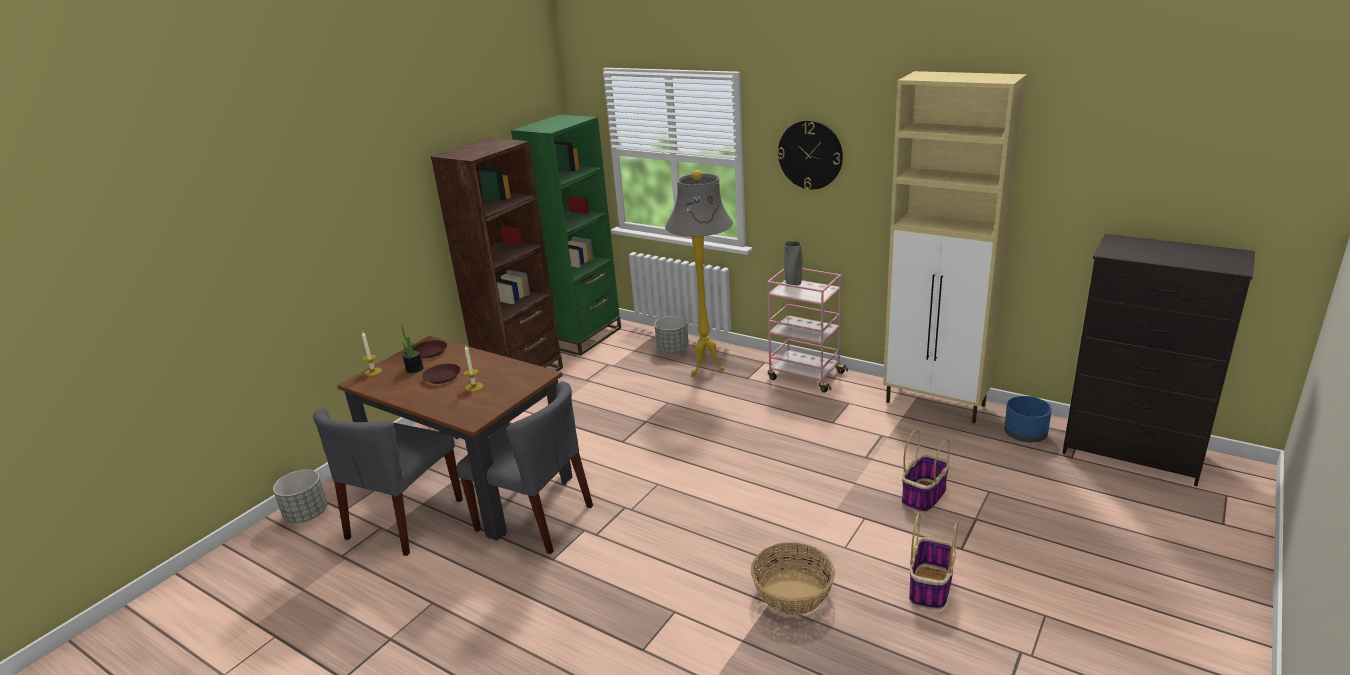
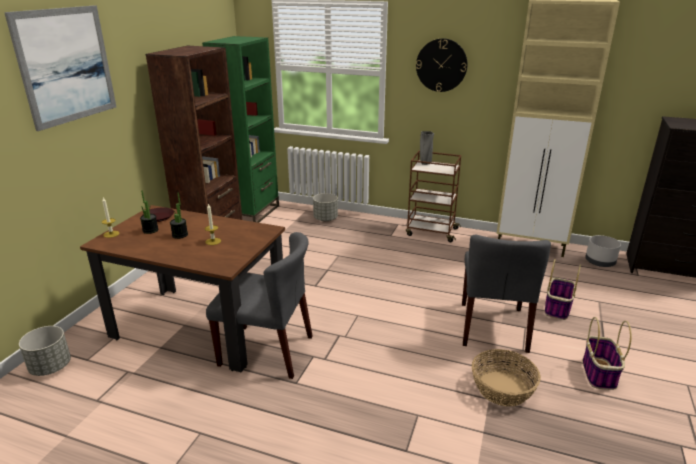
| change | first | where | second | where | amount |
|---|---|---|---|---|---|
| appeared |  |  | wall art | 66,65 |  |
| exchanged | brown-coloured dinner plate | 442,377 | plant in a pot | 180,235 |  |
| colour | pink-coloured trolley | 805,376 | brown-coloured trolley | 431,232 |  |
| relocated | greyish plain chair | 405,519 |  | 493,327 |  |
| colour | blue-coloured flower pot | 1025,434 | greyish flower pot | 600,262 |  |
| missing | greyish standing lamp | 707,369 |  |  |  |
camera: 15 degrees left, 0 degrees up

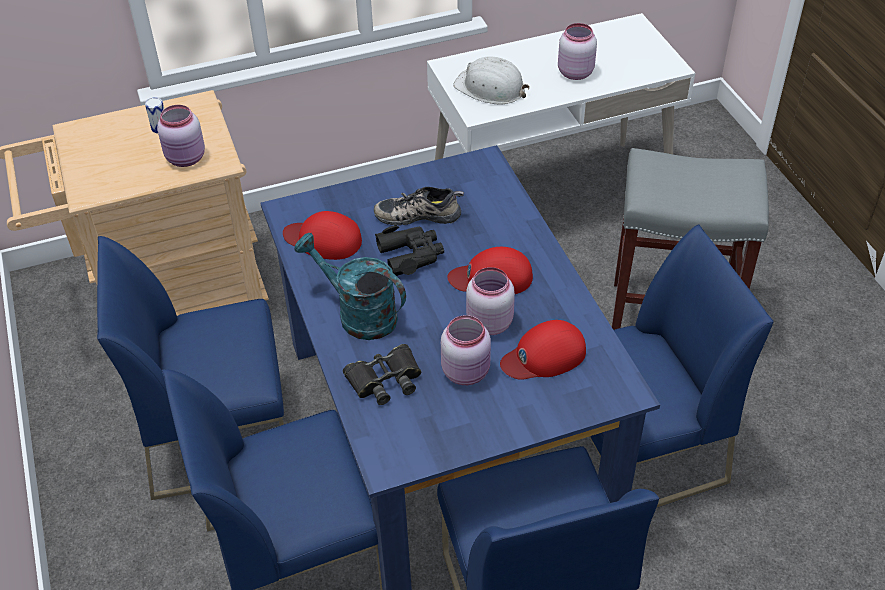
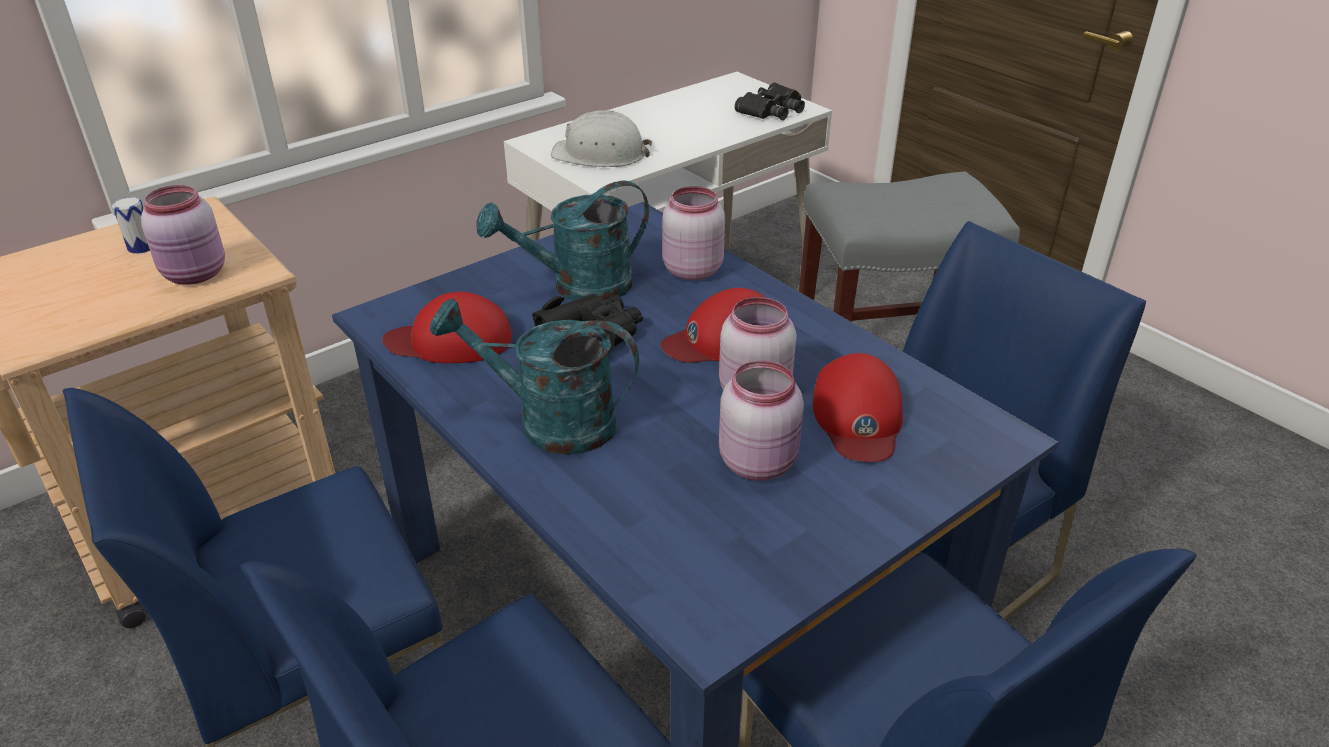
| change | first | where | second | where | amount |
|---|---|---|---|---|---|
| exchanged | shoe | 419,214 | turquoise-coloured watering pot | 578,287 |  |
| relocated | pink-coloured storage jar | 574,72 |  | 691,270 |  |
| relocated | black binoculars | 385,379 |  | 771,110 |  |
| spun | reddish peaked cap | 544,356 |  | 858,417 | 45 degrees counterclockwise |
camera: 20 degrees left, 10 degrees down

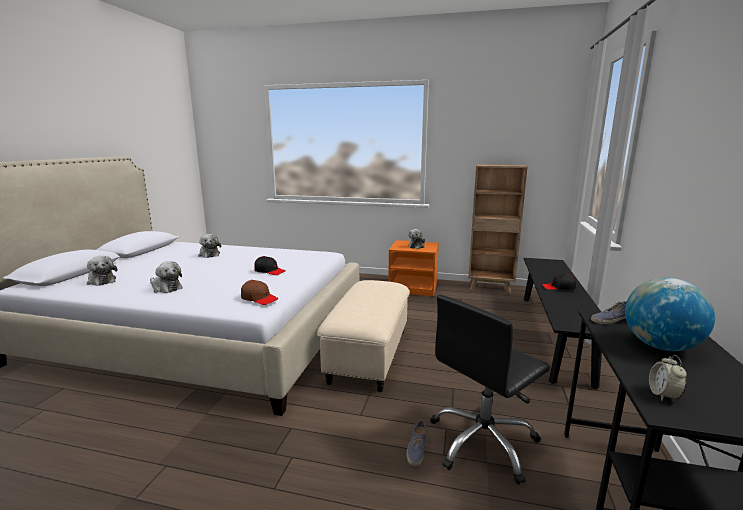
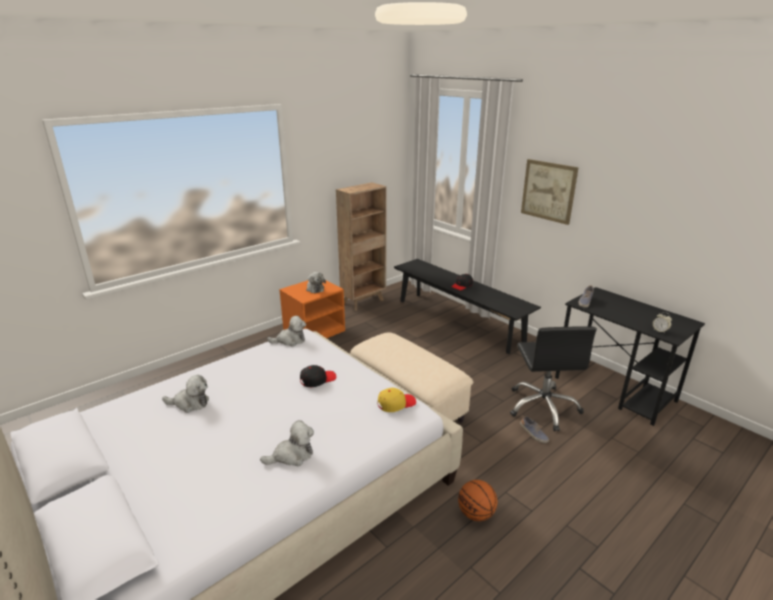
| change | first | where | second | where | amount |
|---|---|---|---|---|---|
| relocated | plush toy | 101,281 |  | 290,340 |  |
| colour | brown-coloured peaked cap | 259,298 | yellow-coloured peaked cap | 396,403 |  |
| appeared |  |  | ball for basketball | 476,514 |  |
| appeared |  |  | wall art | 548,191 |  |
| missing | desk globe | 660,346 |  |  |  |
camera: 55 degrees left, 10 degrees up

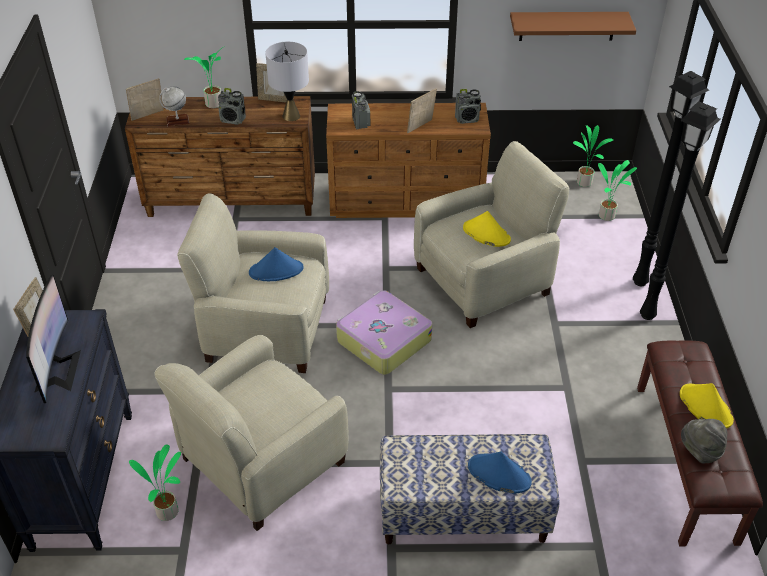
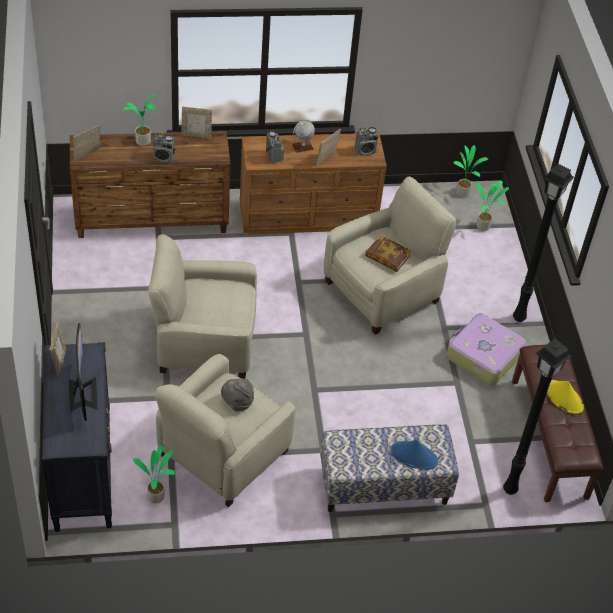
| change | first | where | second | where | amount |
|---|---|---|---|---|---|
| relocated | greyish clothing hat | 699,451 |  | 237,402 |  |
| relocated | desk globe | 177,121 |  | 303,146 |  |
| exchanged | yellow-coloured clothing hat | 486,234 | bound book | 387,256 |  |
| relocated | travel case | 382,340 |  | 483,356 |  |
| relocated | black standing lamp | 641,282 |  | 511,489 |  |
| missing | blue-coloured clothing hat | 276,270 |  |  |  |
| missing | greyish tabletop lamp | 291,116 |  |  |  |
| missing | brown-coloured wall shelf | 567,26 |  |  |  |
camera: 10 degrees left, 5 degrees up

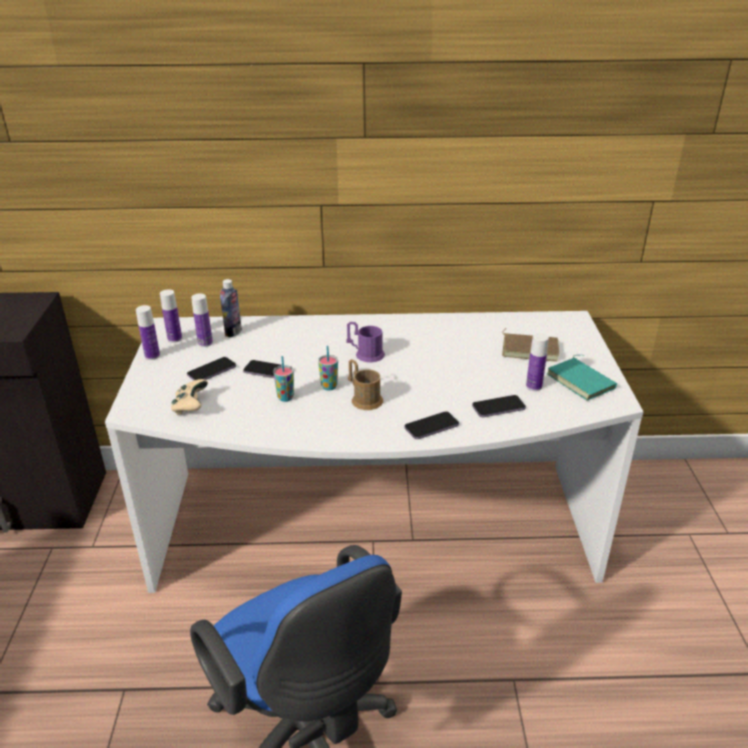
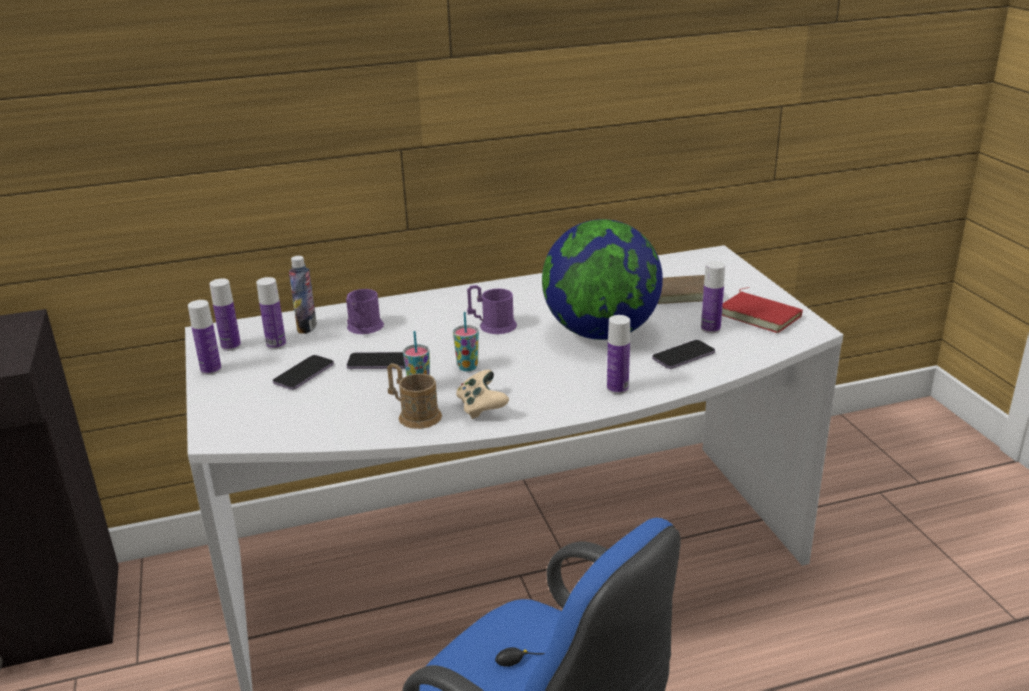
| change | first | where | second | where | amount |
|---|---|---|---|---|---|
| appeared |  |  | purple-coloured mug | 362,328 |  |
| relocated | brown-coloured mug | 363,398 |  | 414,415 |  |
| relocated | sand-coloured game controller | 190,407 |  | 481,407 |  |
| appeared |  |  | desk globe | 600,333 |  |
| exchanged | phone | 431,427 | drink bottle | 617,388 |  |
| colour | turquoise-coloured bound book | 582,381 | reddish bound book | 761,315 |  |
camera: 15 degrees left, 5 degrees down

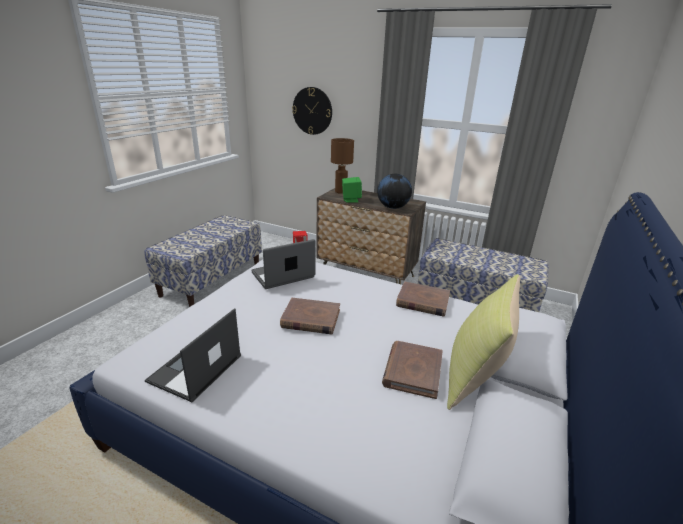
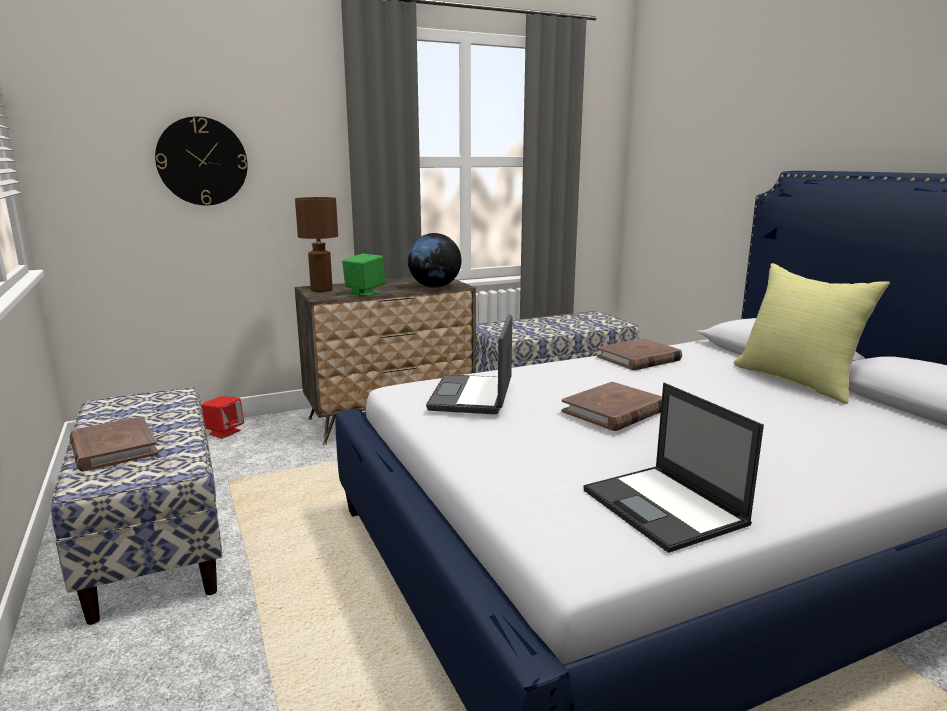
| change | first | where | second | where | amount |
|---|---|---|---|---|---|
| relocated | brown-coloured bound book | 412,371 |  | 113,448 |  |
camera: 50 degrees left, 10 degrees down

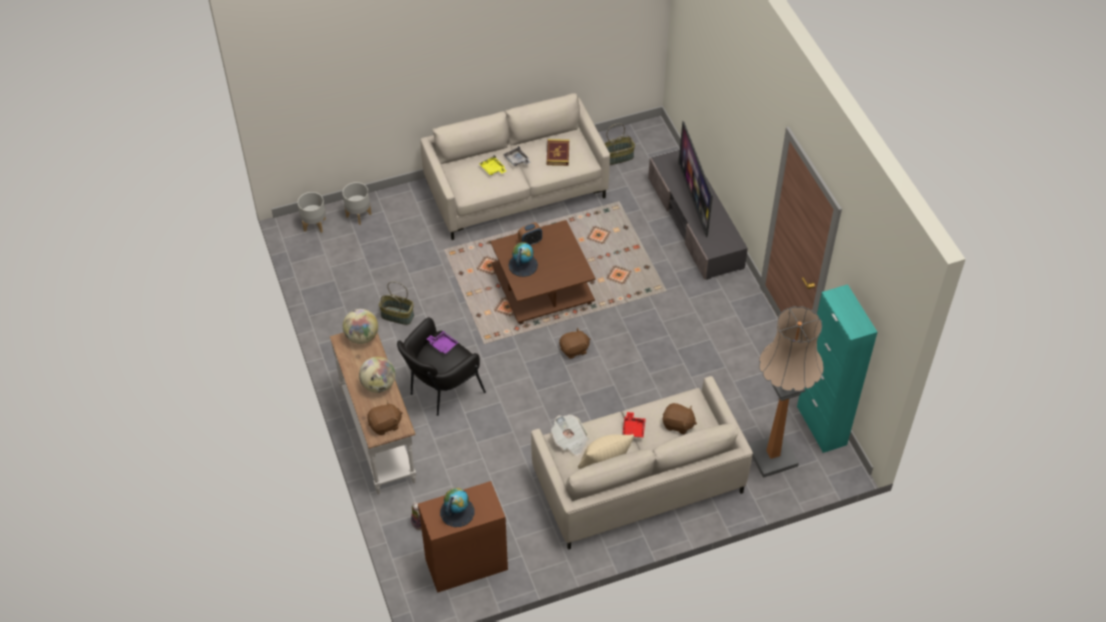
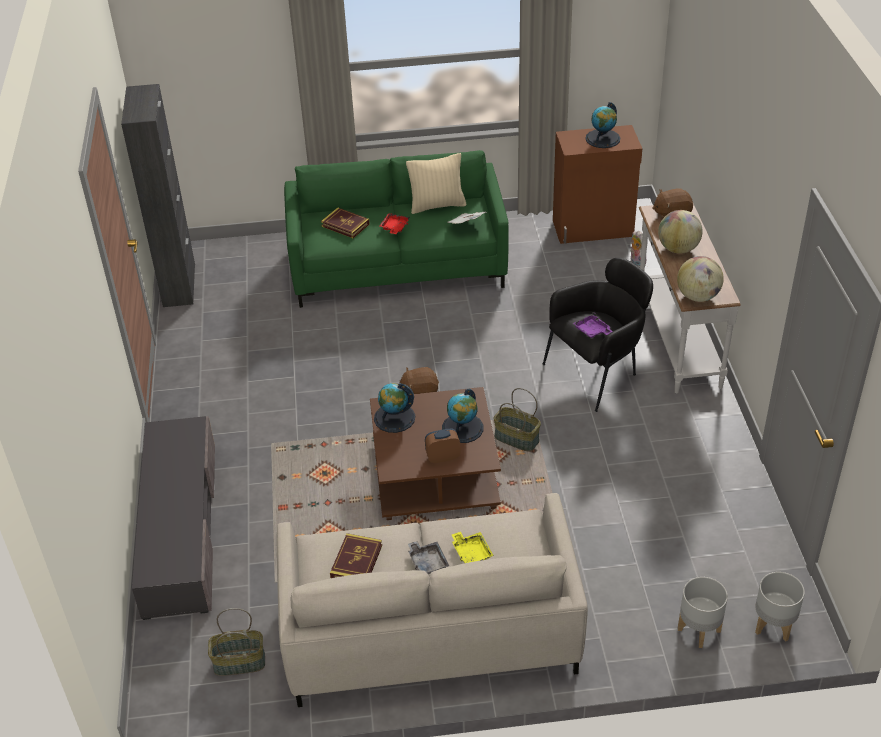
| change | first | where | second | where | amount |
|---|---|---|---|---|---|
| colour | turquoise-coloured storage cabinet | 821,425 | black storage cabinet | 179,285 |  |
| colour | sand-coloured couch | 637,481 | green couch | 398,266 |  |
| exchanged | brown-coloured plush toy | 678,424 | bound book | 345,225 |  |
| appeared |  |  | desk globe | 394,418 |  |
| relocated | storage basket | 398,315 |  | 516,439 |  |
| missing | TV | 694,199 |  |  |  |
| missing | standing lamp | 772,457 |  |  |  |
camera: 165 degrees left, 10 degrees down

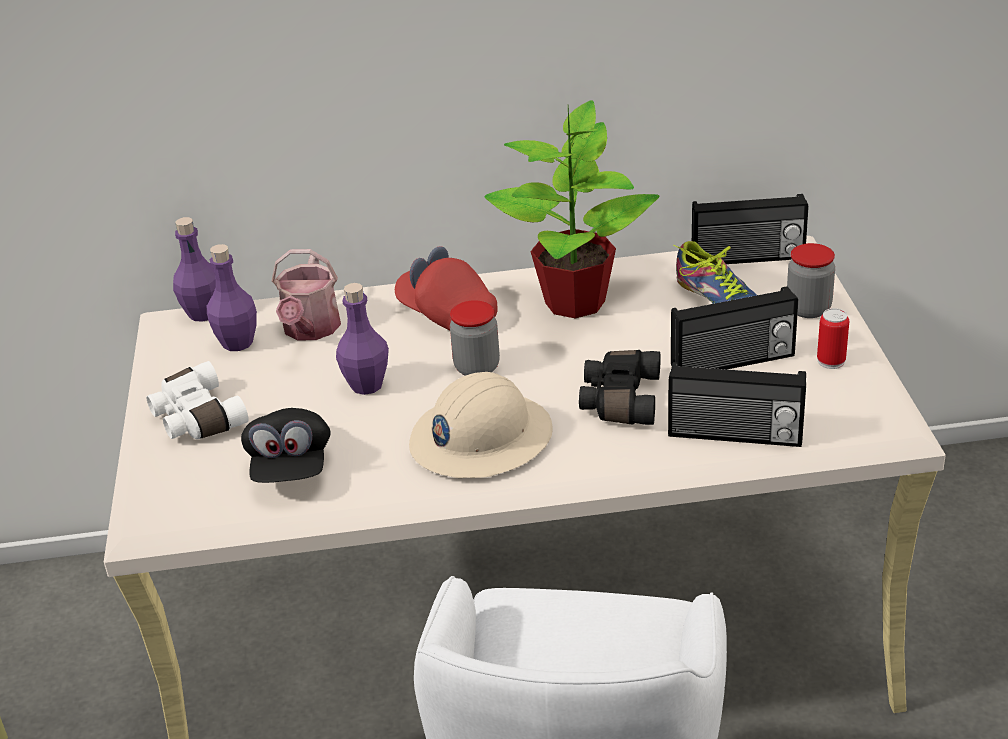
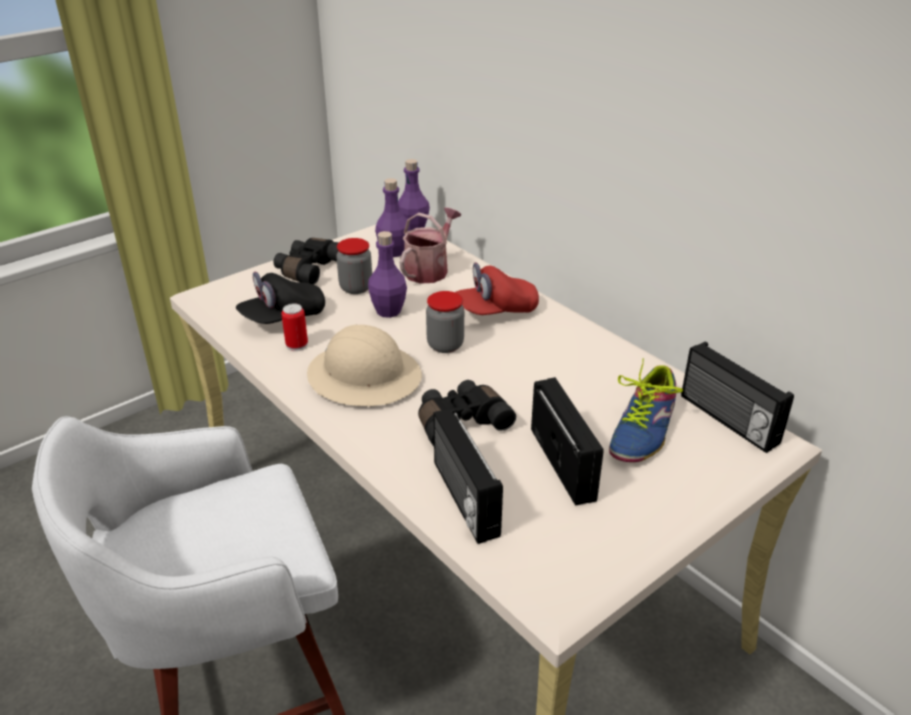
| change | first | where | second | where | amount |
|---|---|---|---|---|---|
| colour | whitish binoculars | 195,418 | black binoculars | 308,269 |  |
| relocated | can | 831,361 |  | 297,345 |  |
| relocated | storage jar | 808,309 |  | 356,288 |  |
| spun | watering pot | 310,330 |  | 429,269 | 150 degrees clockwise |
| spun | reddish peaked cap | 447,315 |  | 495,311 | 120 degrees counterclockwise |
| spun | radio receiver | 733,362 |  | 564,463 | 150 degrees counterclockwise |
| missing | plant in a pot | 575,301 |  |  |  |
camera: 55 degrees right, 0 degrees up

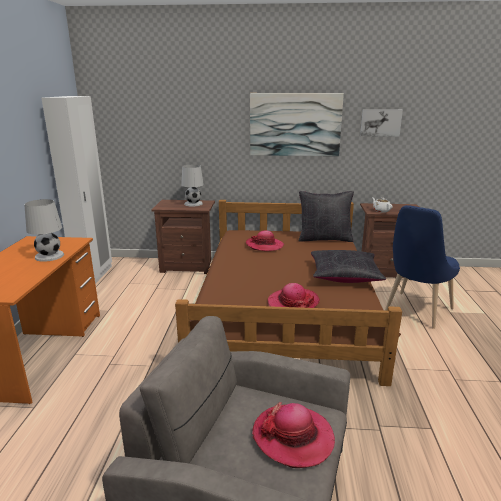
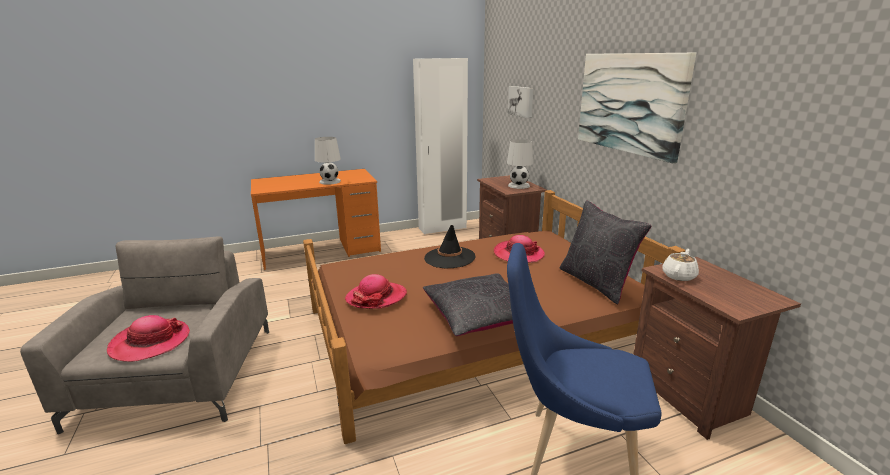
| change | first | where | second | where | amount |
|---|---|---|---|---|---|
| appeared |  |  | black clothing hat | 449,258 |  |
| relocated | wall art | 380,122 |  | 521,101 |  |
camera: 65 degrees right, 0 degrees up

